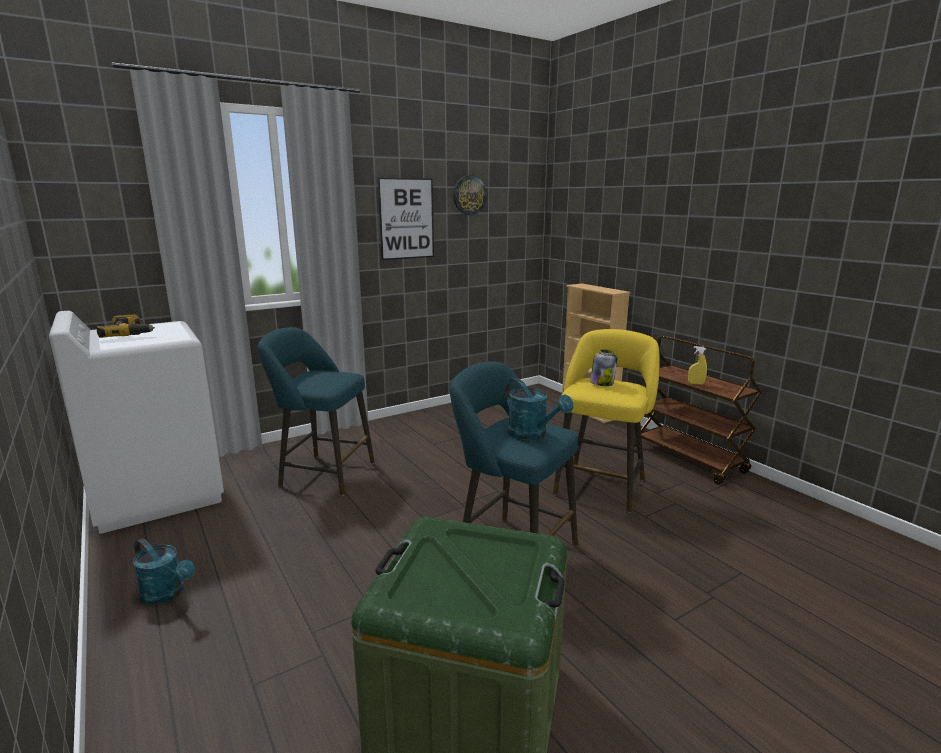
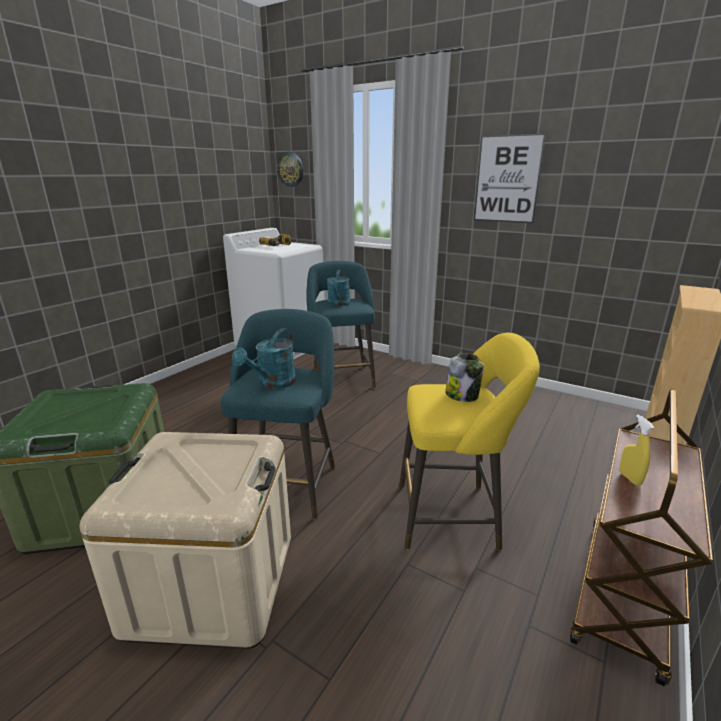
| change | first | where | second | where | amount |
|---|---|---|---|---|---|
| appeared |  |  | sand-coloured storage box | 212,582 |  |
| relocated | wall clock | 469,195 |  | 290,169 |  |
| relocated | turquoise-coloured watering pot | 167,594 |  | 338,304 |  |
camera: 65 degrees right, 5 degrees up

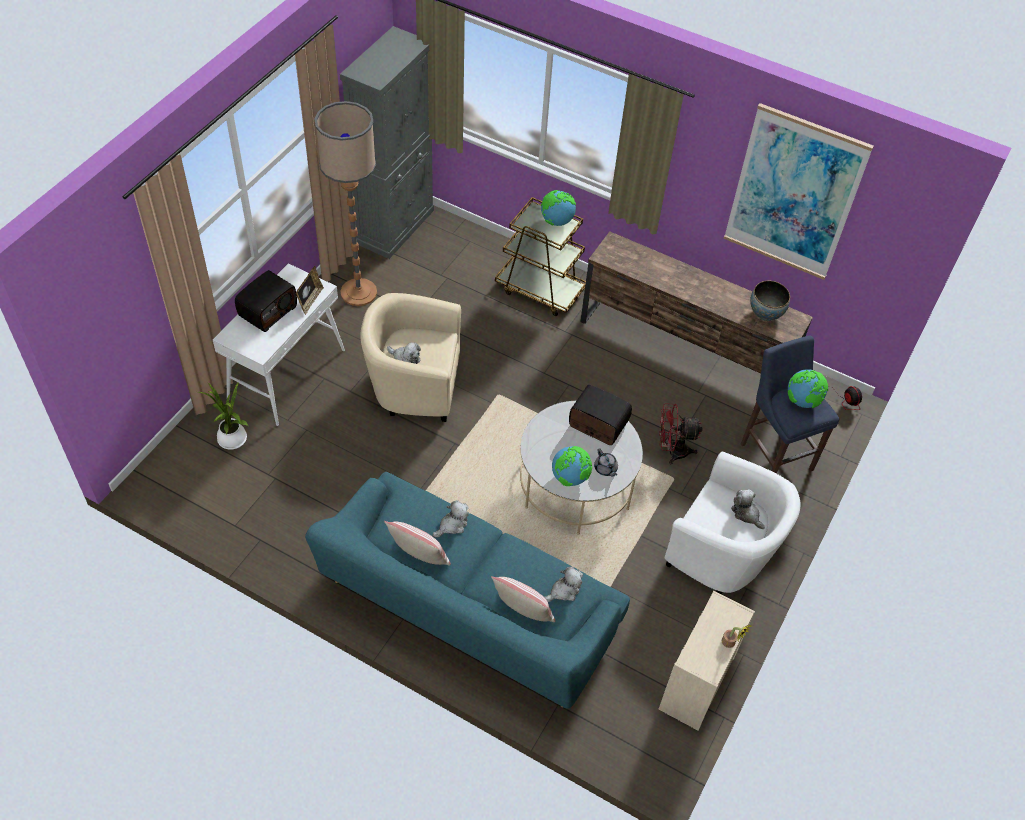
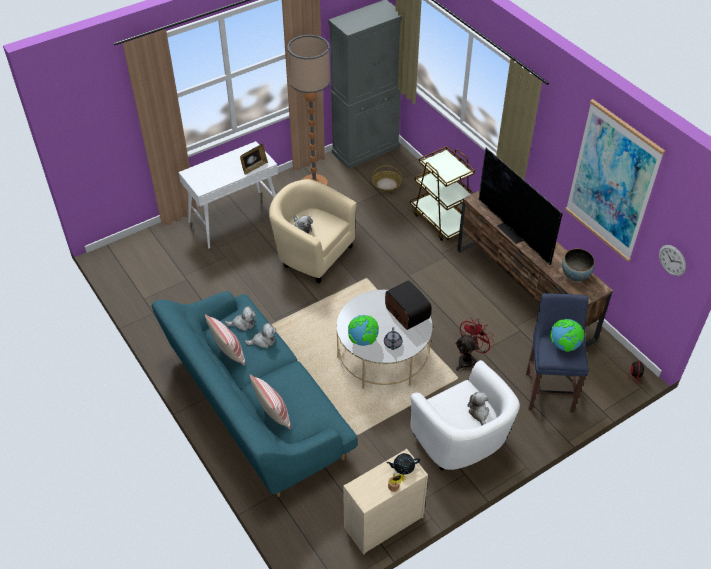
| change | first | where | second | where | amount |
|---|---|---|---|---|---|
| relocated | plush toy | 564,591 |  | 243,323 |  |
| appeared |  |  | storage basket | 386,185 |  |
| appeared |  |  | black pot for tea | 403,467 |  |
| spun | reddish electric fan | 672,451 |  | 469,359 | 105 degrees clockwise |
| appeared |  |  | TV | 513,232 |  |
| appeared |  |  | wall clock | 672,260 |  |
| missing | plant in a pot | 232,441 |  |  |  |
| missing | radio receiver | 267,311 |  |  |  |
| missing | desk globe | 556,221 |  |  |  |
camera: 30 degrees right, 5 degrees down

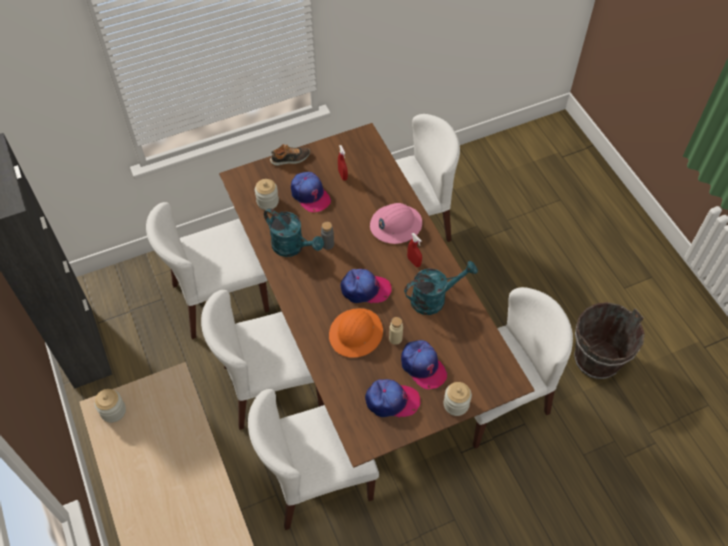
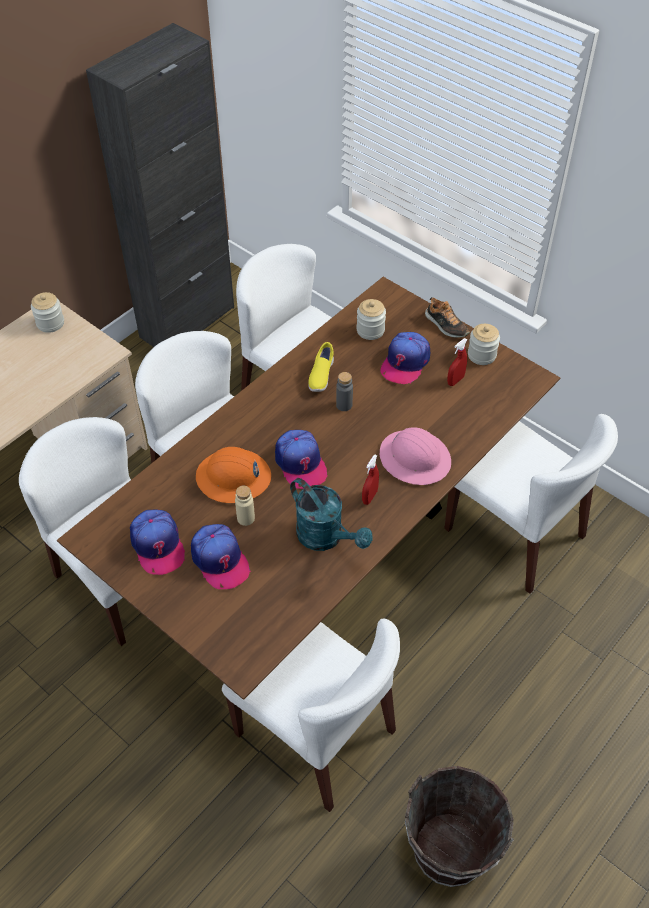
| change | first | where | second | where | amount |
|---|---|---|---|---|---|
| spun | peaked cap | 422,366 |  | 220,560 | 60 degrees counterclockwise |
| exchanged | turquoise-coloured watering pot | 293,247 | yellow-coloured shoe | 321,376 |  |
| relocated | storage jar | 456,404 |  | 481,355 |  |
camera: 65 degrees right, 5 degrees down

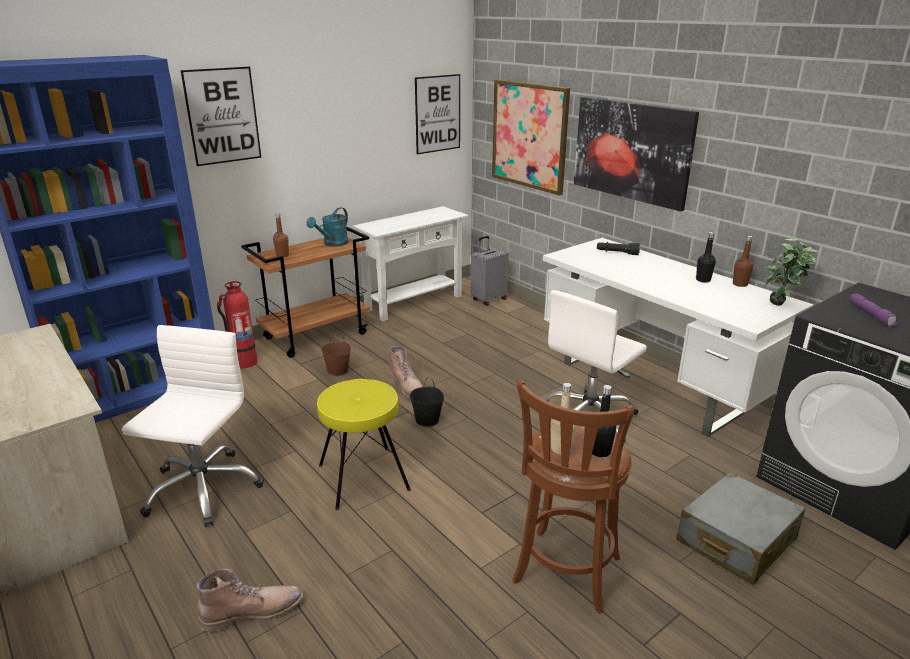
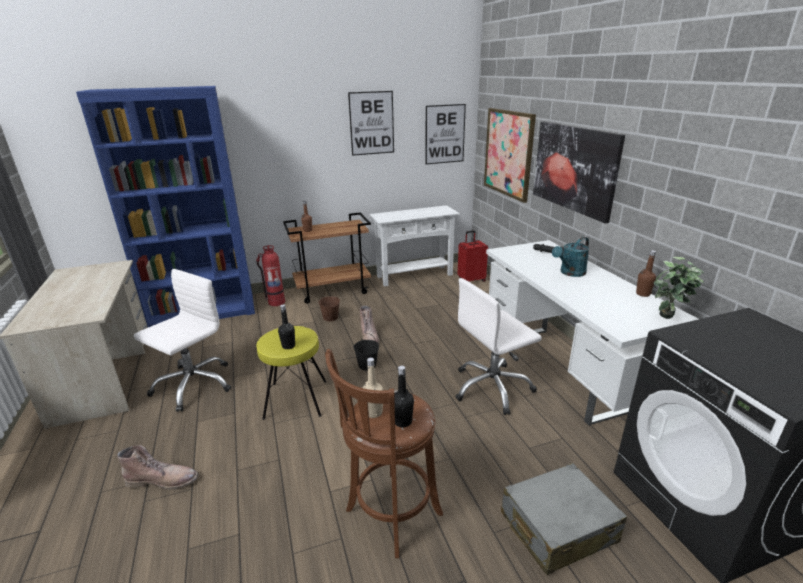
| change | first | where | second | where | amount |
|---|---|---|---|---|---|
| relocated | black drink bottle | 703,280 |  | 288,346 |  |
| relocated | wall art | 222,116 |  | 371,123 |  |
| colour | greyish travel case | 488,299 | reddish travel case | 471,280 |  |
| relocated | turquoise-coloured watering pot | 332,244 |  | 570,273 |  |
| missing | purple-coloured hand torch | 872,315 |  |  |  |
camera: 20 degrees right, 0 degrees up

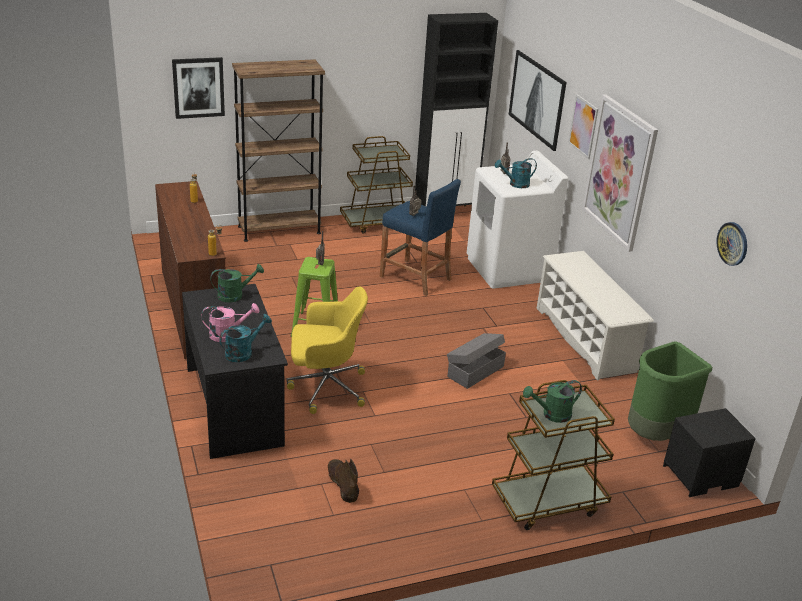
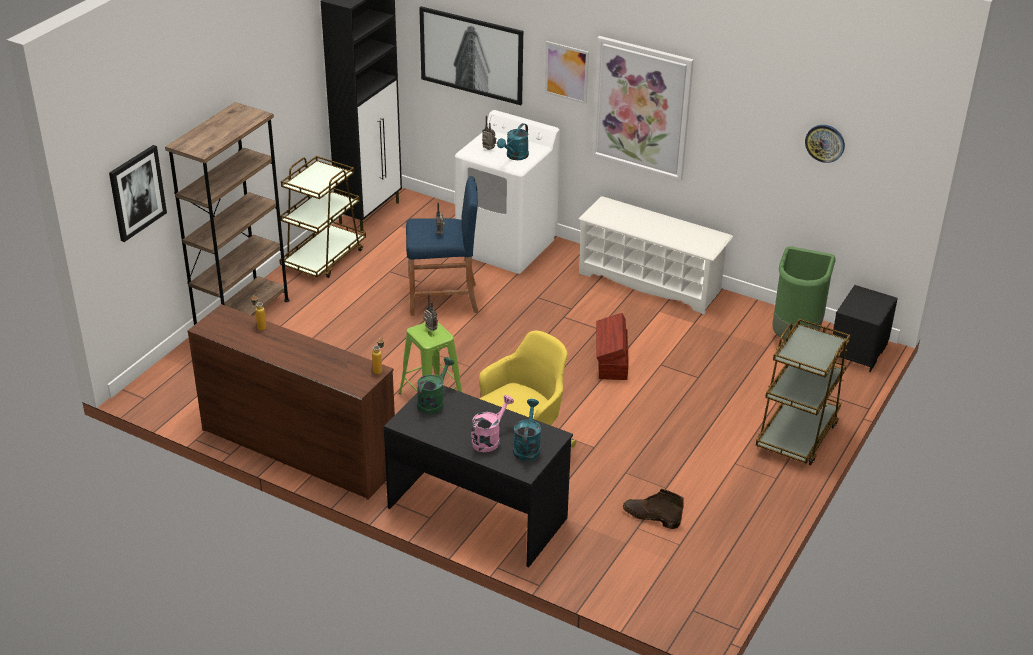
| change | first | where | second | where | amount |
|---|---|---|---|---|---|
| colour | greyish storage box | 474,371 | brown-coloured storage box | 611,361 |  |
| missing | green watering pot | 551,415 |  |  |  |
camera: 40 degrees left, 5 degrees up

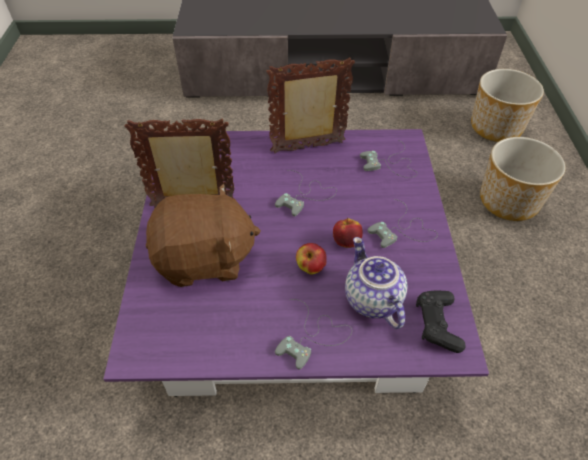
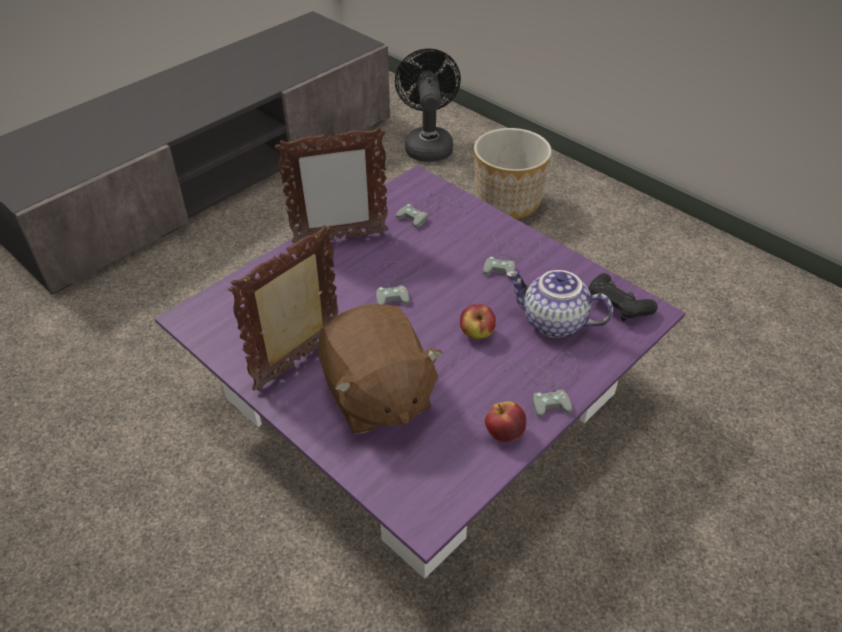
| change | first | where | second | where | amount |
|---|---|---|---|---|---|
| spun | photo frame | 308,148 |  | 339,239 | 135 degrees counterclockwise |
| spun | brown-coloured plush toy | 205,259 |  | 377,396 | 120 degrees clockwise |
| exchanged | flower pot | 495,127 | black electric fan | 428,144 |  |
| relocated | apple fruit | 346,242 |  | 504,433 |  |
camera: 45 degrees left, 5 degrees down

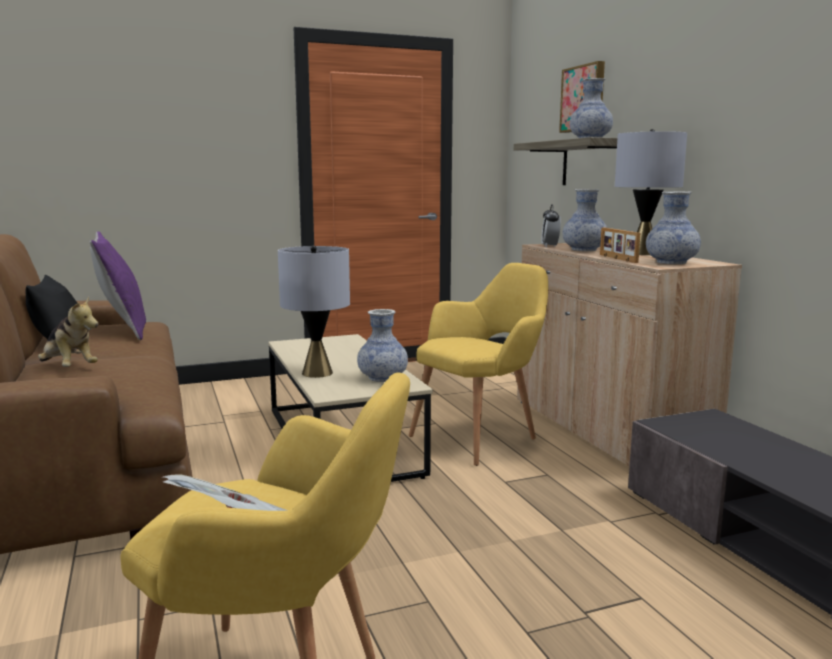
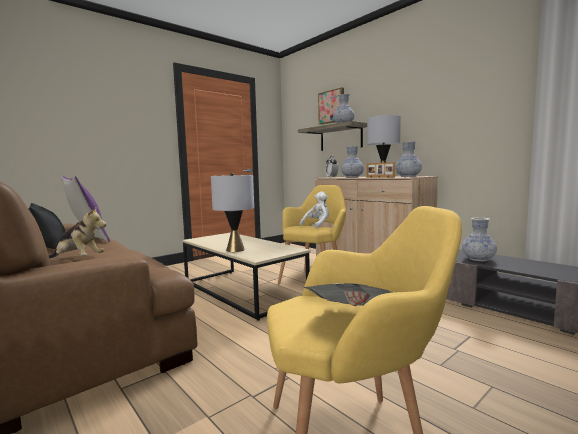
| change | first | where | second | where | amount |
|---|---|---|---|---|---|
| appeared |  |  | whitish plush toy | 317,225 |  |
| relocated | flower vase | 382,378 |  | 478,259 |  |
camera: 20 degrees left, 5 degrees down

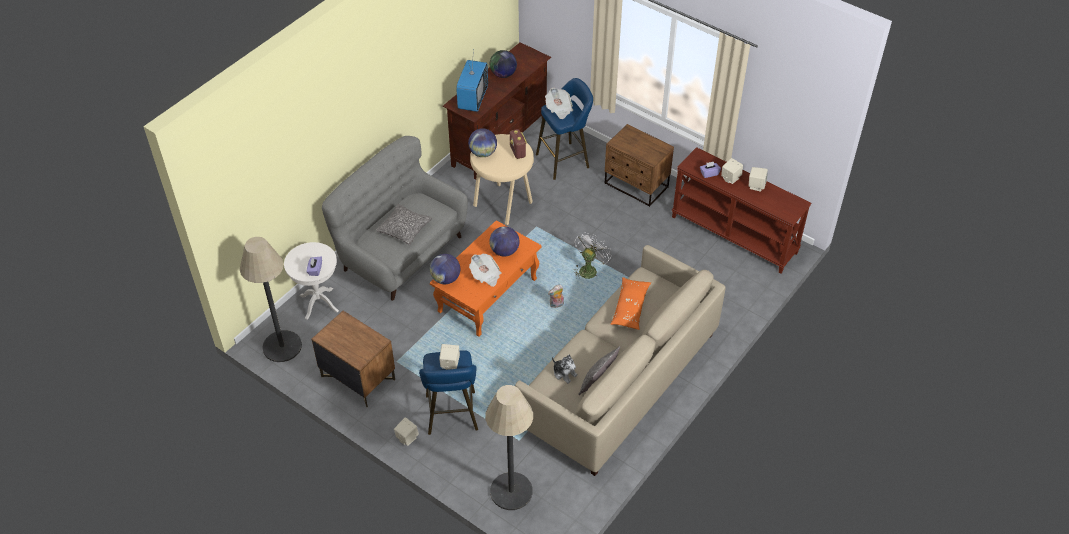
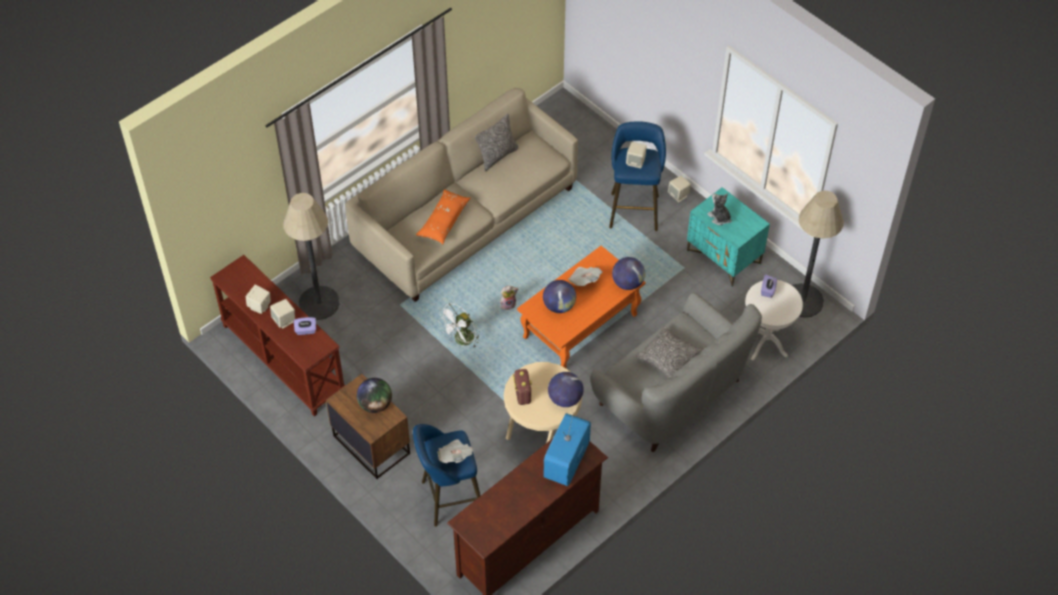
| change | first | where | second | where | amount |
|---|---|---|---|---|---|
| relocated | standing lamp | 511,491 |  | 319,303 |  |
| relocated | desk globe | 503,74 |  | 375,404 |  |
| colour | brown-coloured night table | 357,378 | turquoise-coloured night table | 724,257 |  |
| relocated | plush toy | 564,373 |  | 719,217 |  |
camera: 170 degrees left, 5 degrees up

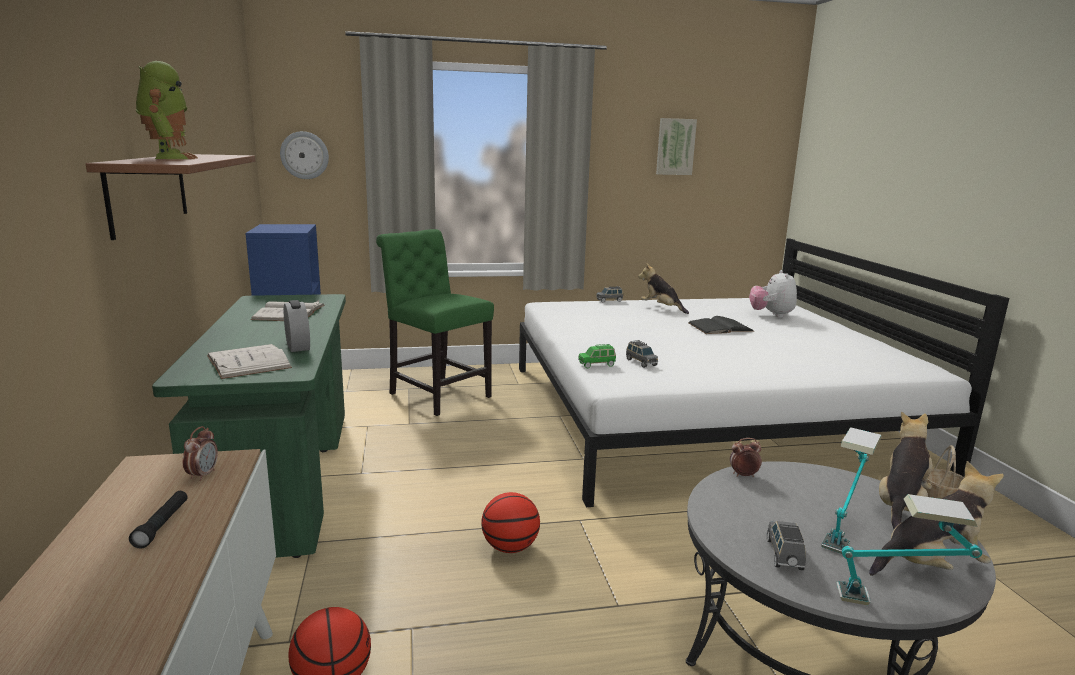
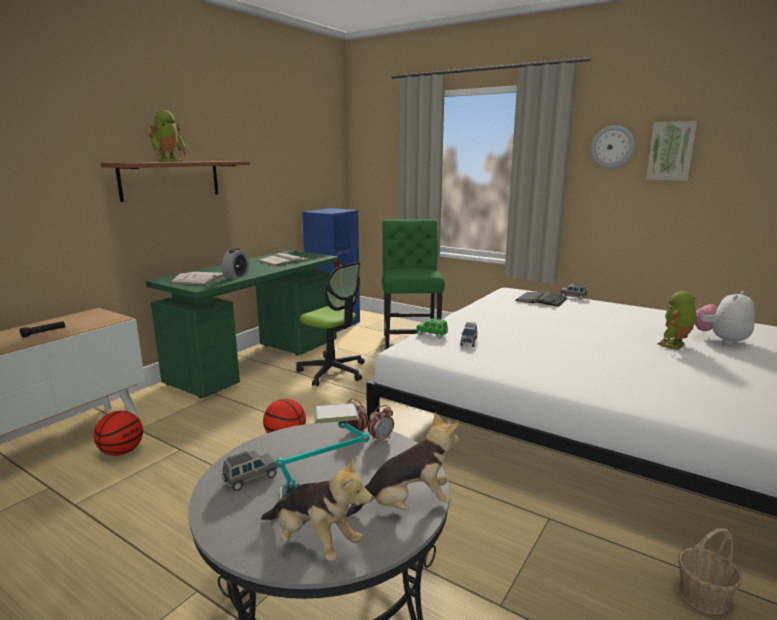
| change | first | where | second | where | amount |
|---|---|---|---|---|---|
| appeared |  |  | desk chair | 332,371 |  |
| relocated | table clock | 203,475 |  | 381,439 |  |
| relocated | black bound book | 720,327 |  | 541,300 |  |
| relocated | wall clock | 304,155 |  | 612,147 |  |
| appeared |  |  | toy robot | 675,345 |  |
| missing | plush toy | 661,308 |  |  |  |
| missing | tabletop lamp | 897,603 |  |  |  |
camera: 45 degrees right, 0 degrees up

